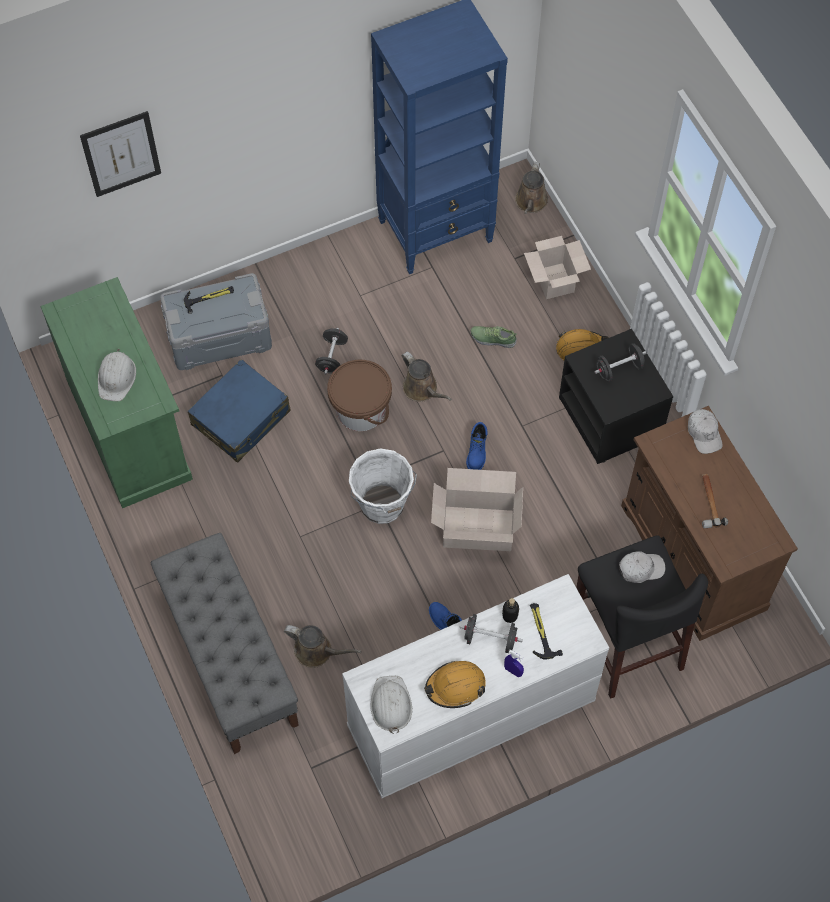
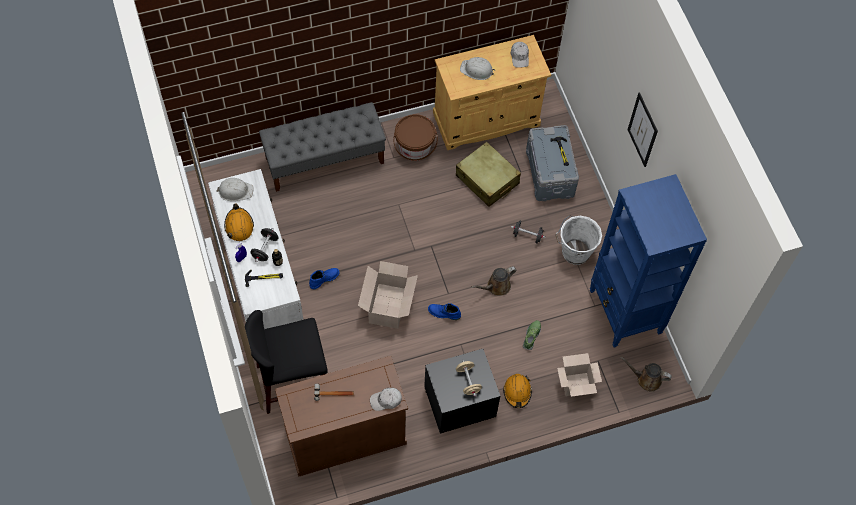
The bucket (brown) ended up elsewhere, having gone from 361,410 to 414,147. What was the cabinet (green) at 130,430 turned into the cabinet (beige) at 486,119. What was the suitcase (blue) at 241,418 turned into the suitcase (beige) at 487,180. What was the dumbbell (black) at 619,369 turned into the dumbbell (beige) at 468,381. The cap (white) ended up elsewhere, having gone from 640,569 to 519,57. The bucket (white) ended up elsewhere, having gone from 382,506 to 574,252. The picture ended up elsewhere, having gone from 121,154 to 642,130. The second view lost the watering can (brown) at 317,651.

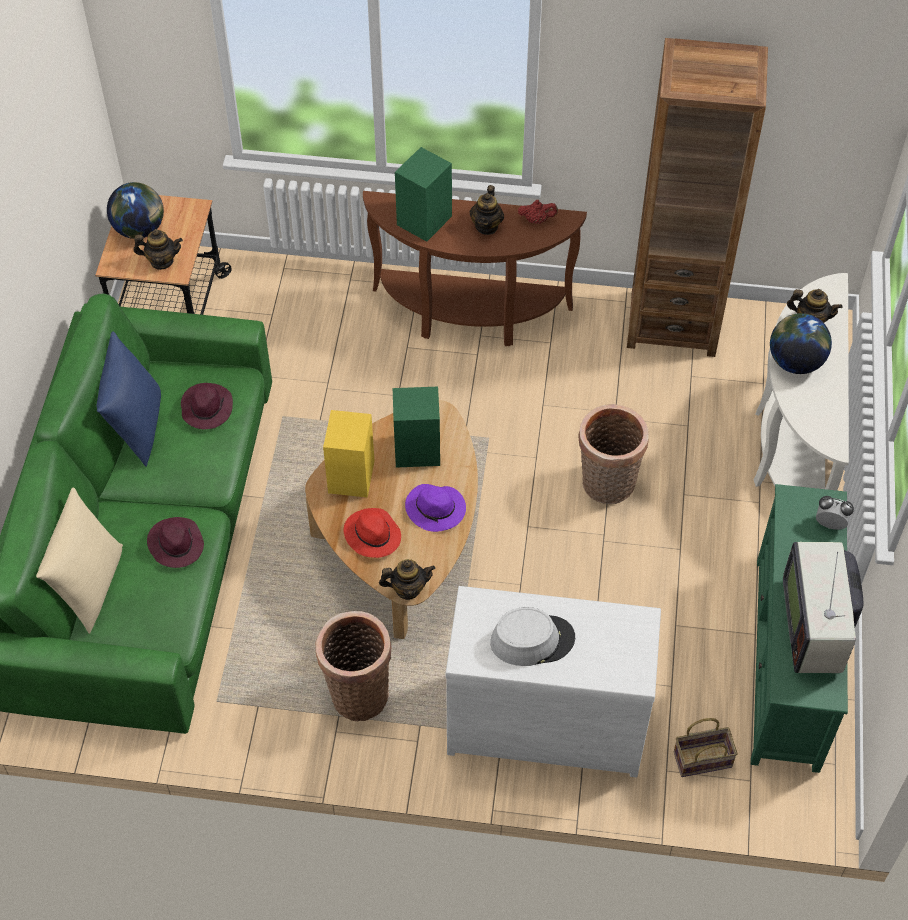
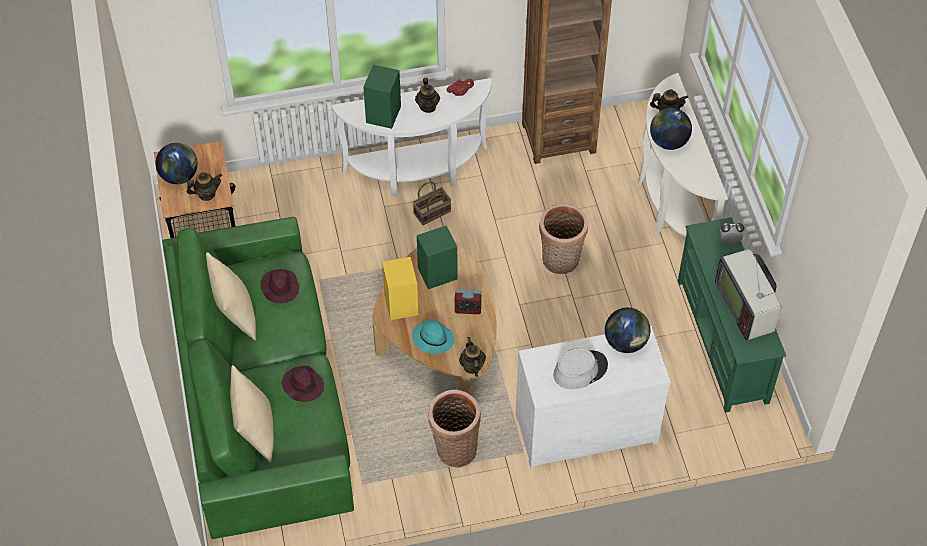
What was the pillow (blue) at 137,426 turned into the pillow (beige) at 235,315. What was the console table (brown) at 469,317 turned into the console table (white) at 418,173. What was the hat (red) at 372,535 turned into the hat (turquoise) at 432,338. The basket ended up elsewhere, having gone from 703,758 to 432,211. Where the hat (purple) stood at 436,509, the alarm clock came to stand at 468,309. The teapot at 407,589 ended up facing another way, 75 degrees counterclockwise from before. The second view gained the globe at 626,342.

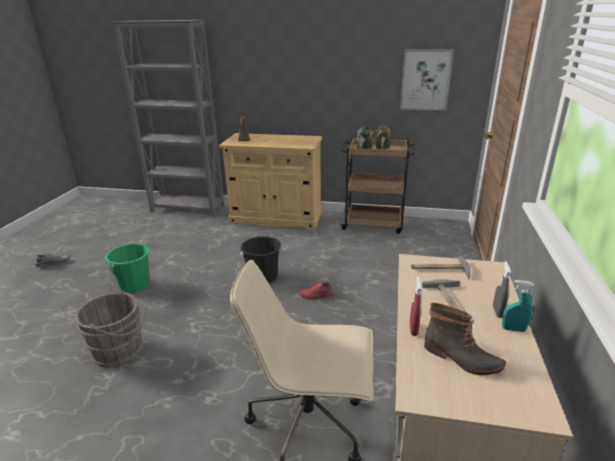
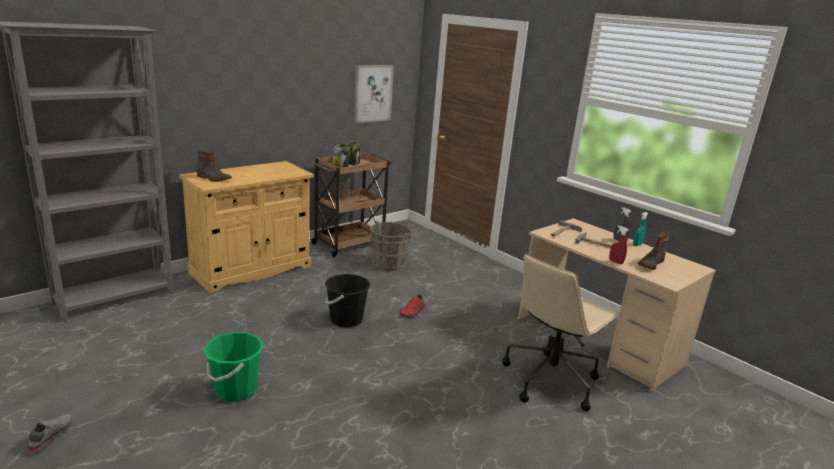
The bucket (grey) ended up elsewhere, having gone from 121,351 to 390,263. The boot at 461,359 ended up facing another way, 150 degrees clockwise from before.

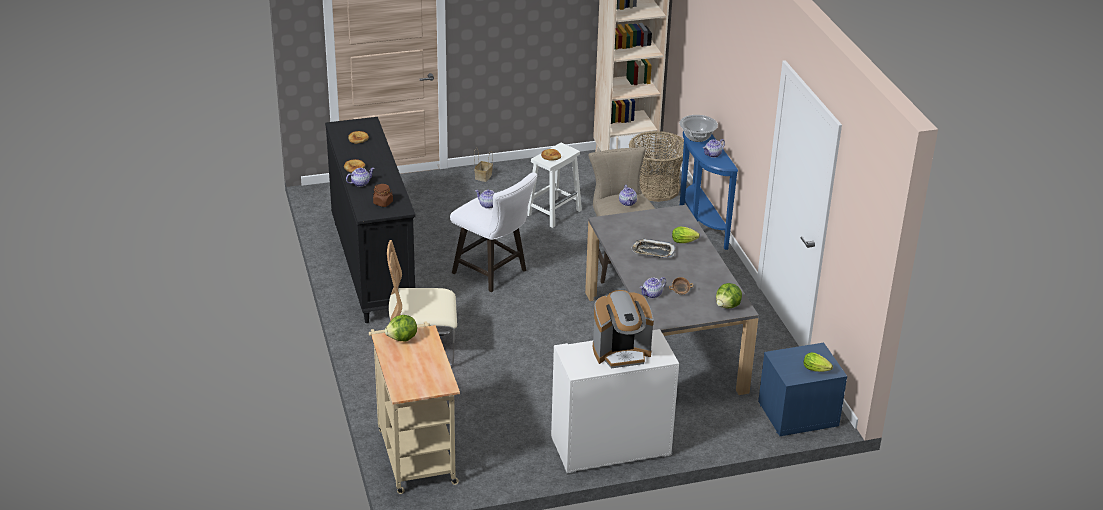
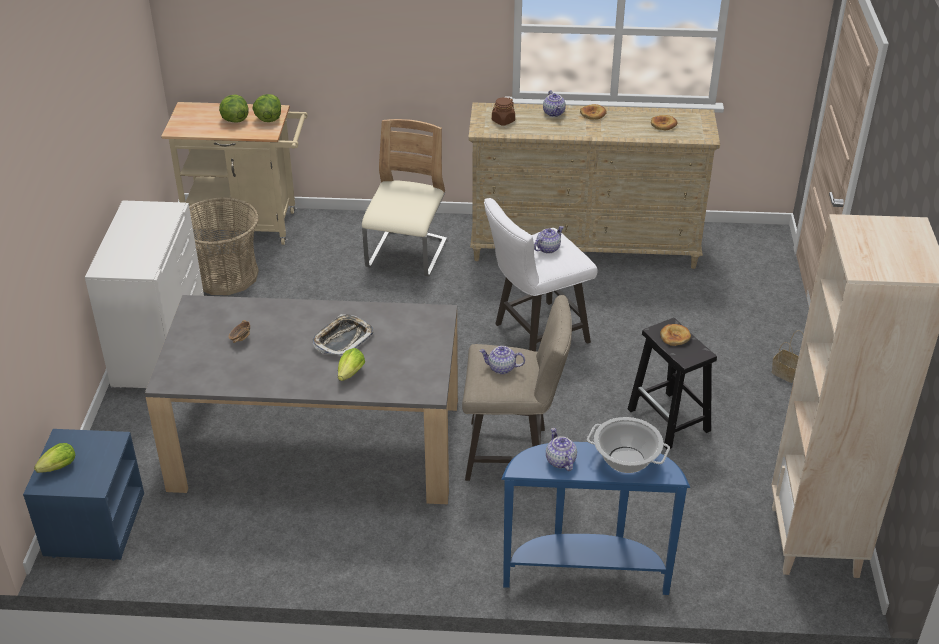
The basket ended up elsewhere, having gone from 655,188 to 225,275. The lettuce ended up elsewhere, having gone from 727,306 to 234,120. What was the dresser (black) at 372,267 turned into the dresser (beige) at 585,248. What was the stool (white) at 554,212 turned into the stool (black) at 669,421. The second view lost the coffee machine at 621,353. The second view lost the teapot at 652,294.

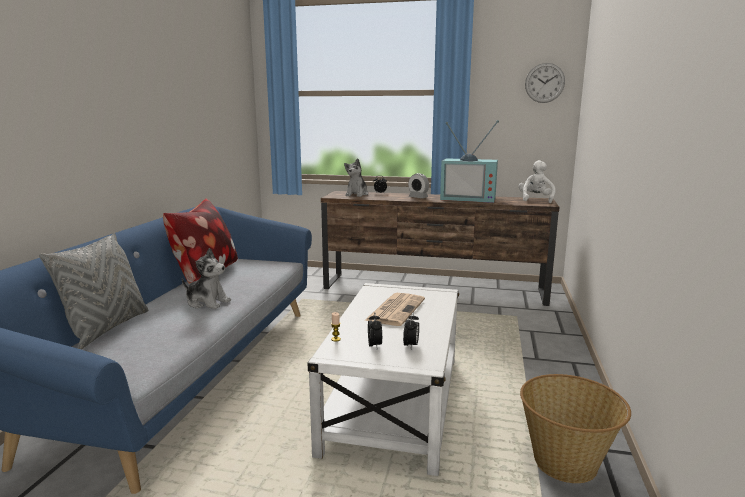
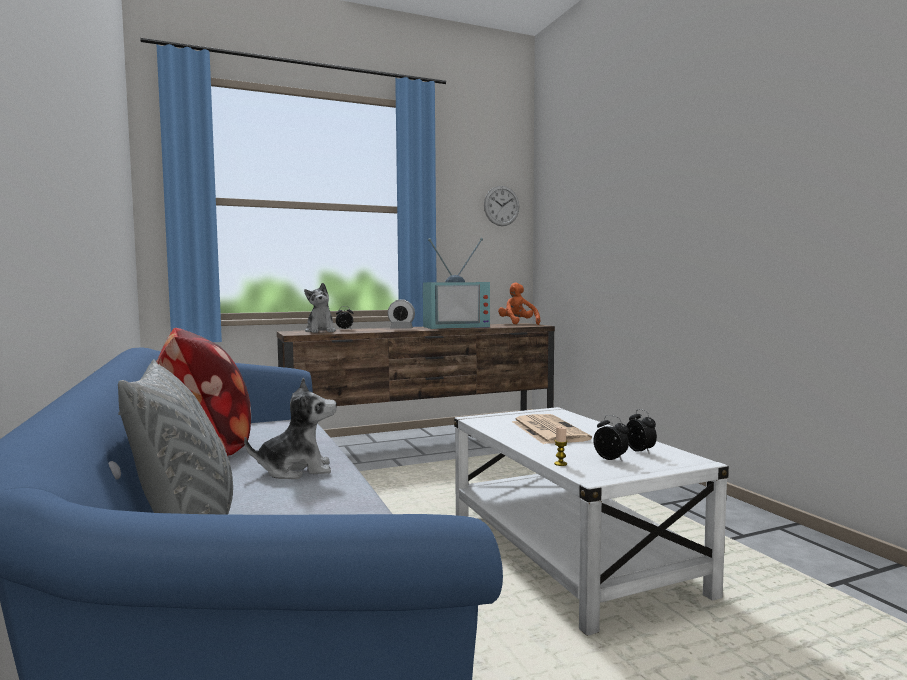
What was the plush toy (white) at 535,200 turned into the plush toy (orange) at 517,324. The second view lost the basket at 566,462.

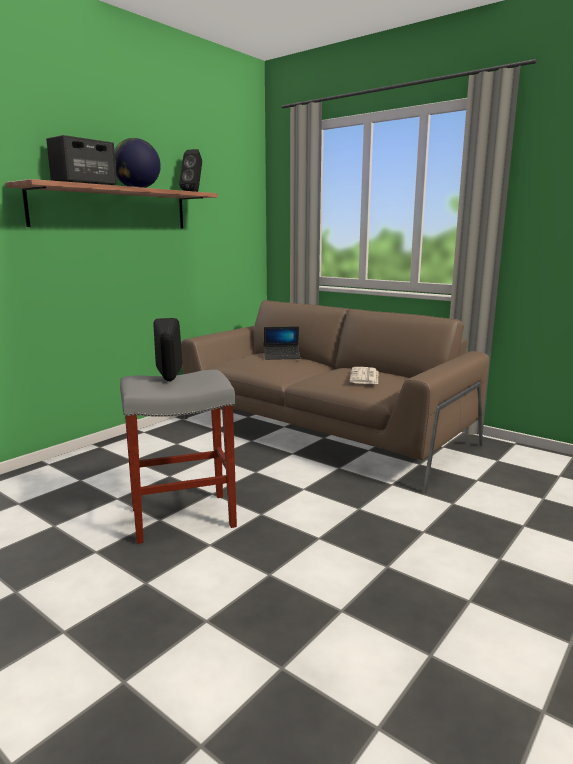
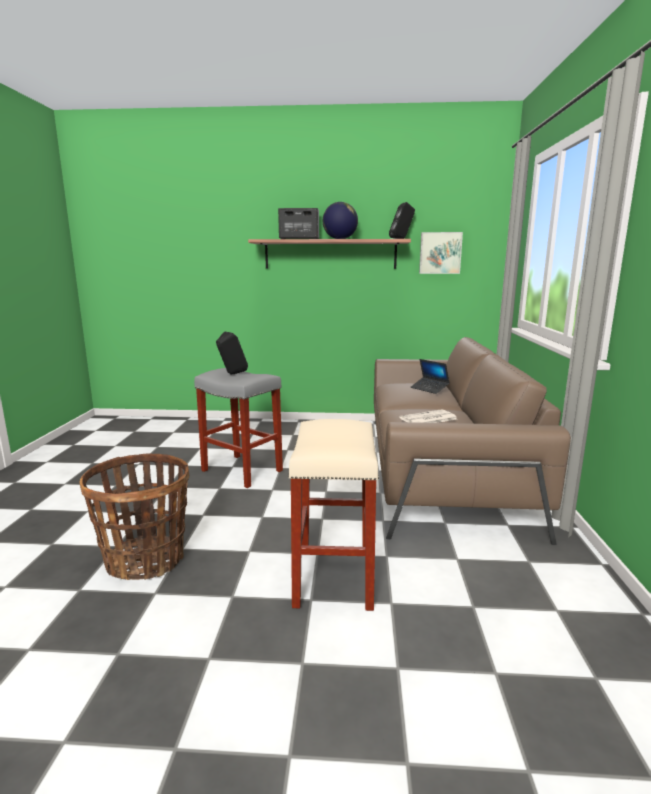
The second view gained the basket at 146,560. The second view gained the stool (beige) at 335,577. The second view gained the picture at 440,253.

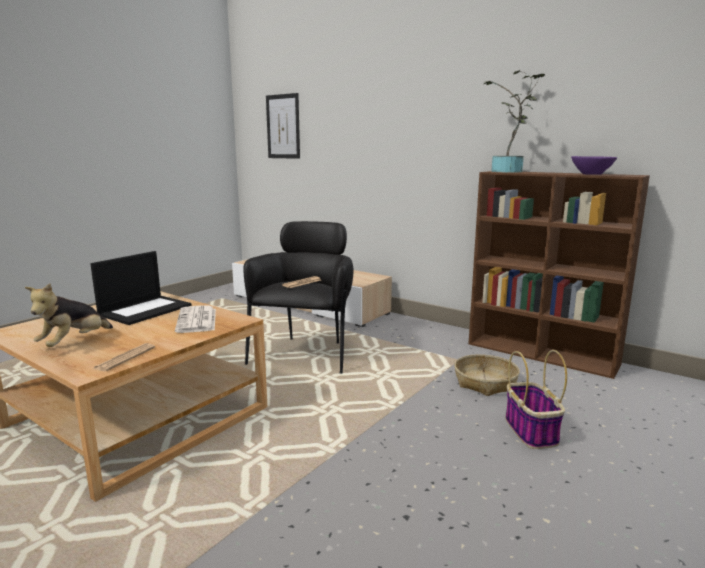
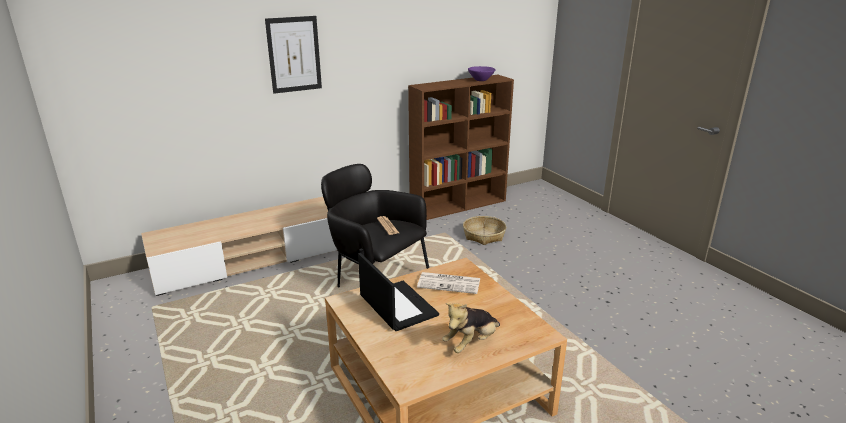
The picture ended up elsewhere, having gone from 283,126 to 294,54. The plush toy at 74,343 ended up facing another way, 90 degrees clockwise from before. The second view lost the newspaper at 125,358. The second view lost the potted plant at 508,171. The second view lost the basket at 531,431.

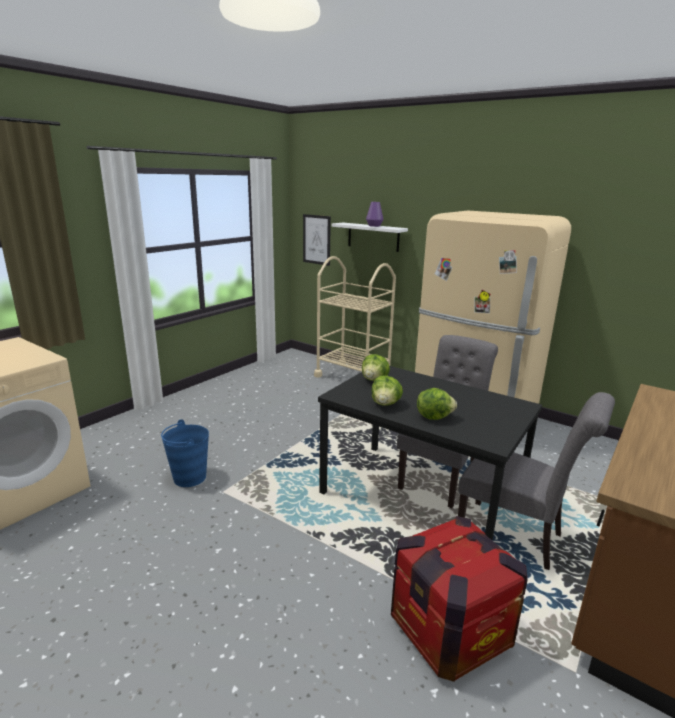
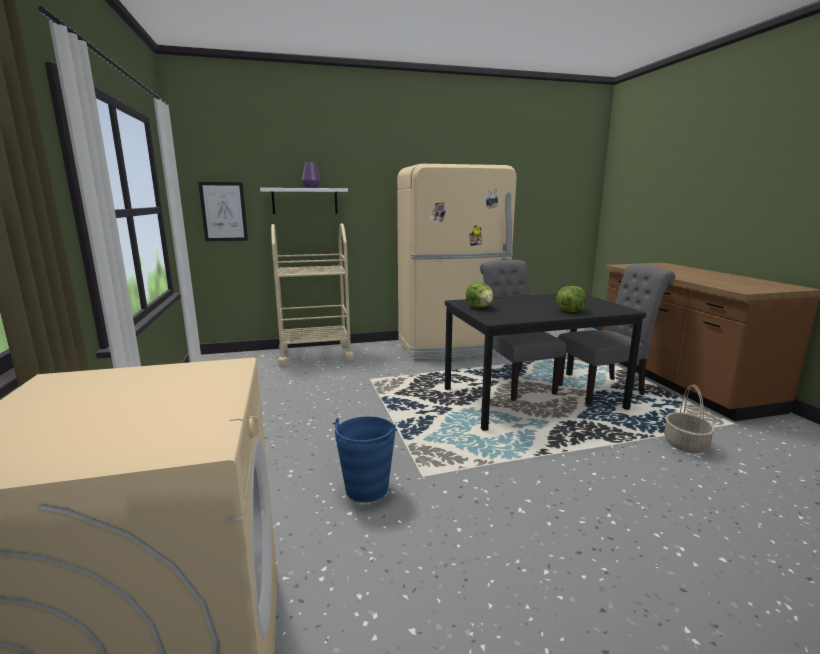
Where the crate stood at 449,631, the basket came to stand at 686,444. The second view lost the lettuce at 385,404.

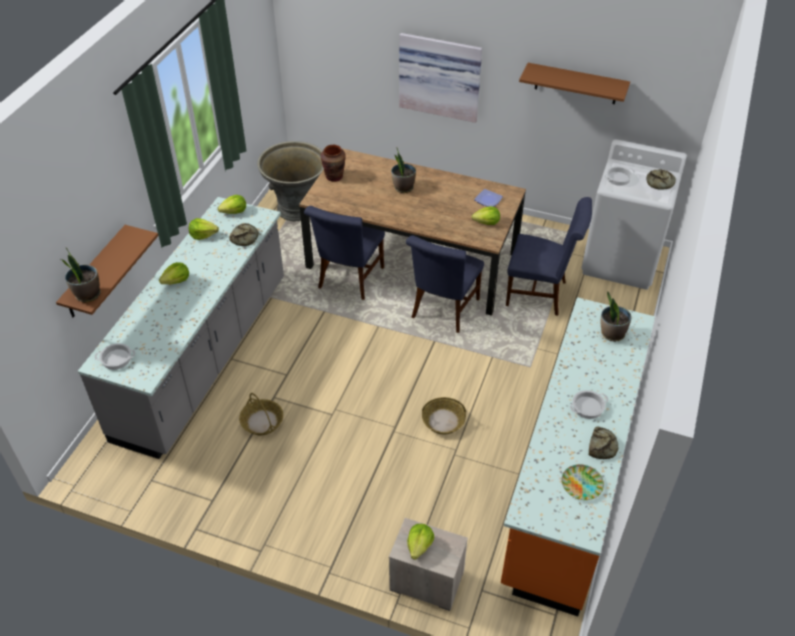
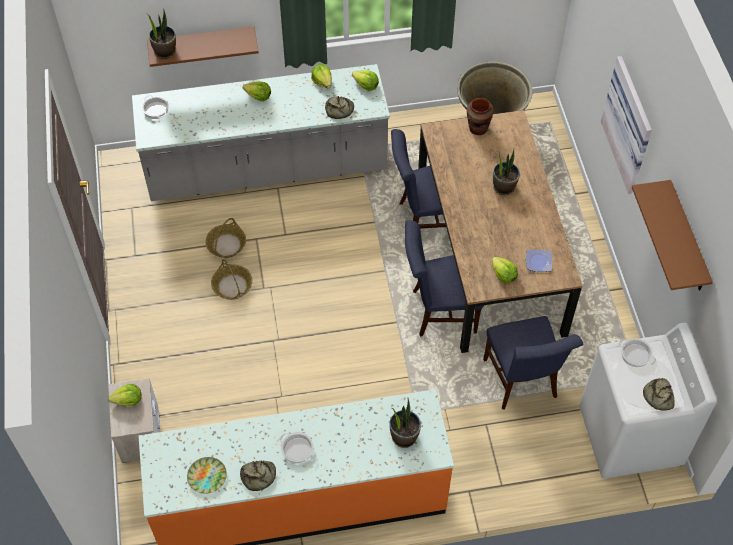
The basket ended up elsewhere, having gone from 443,421 to 232,286.

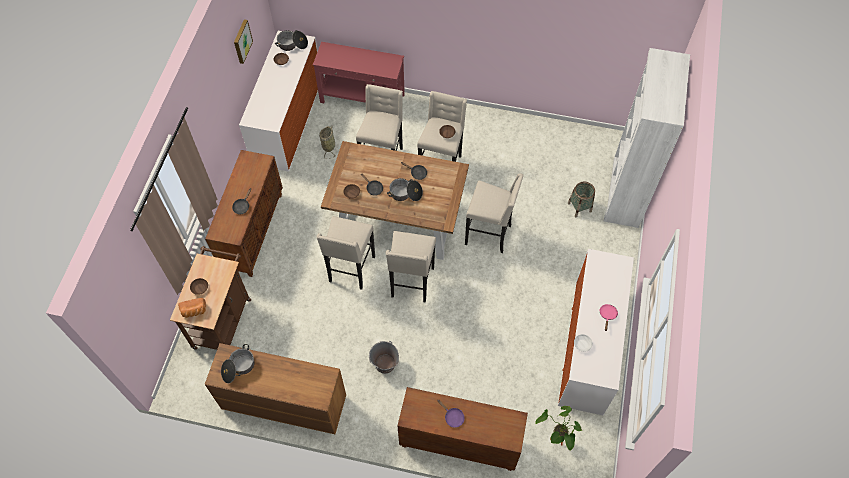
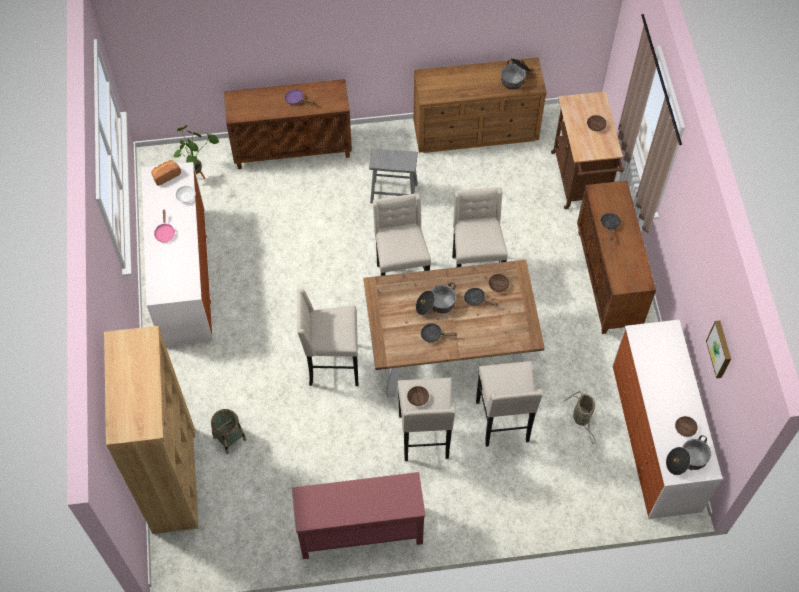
What was the bookcase (white) at 625,192 turned into the bookcase (brown) at 174,480. The bread ended up elsewhere, having gone from 194,311 to 166,175. The console table (red) ended up elsewhere, having gone from 362,99 to 359,531. Where the bucket (grey) stood at 384,364, the stool (grey) came to stand at 393,192.

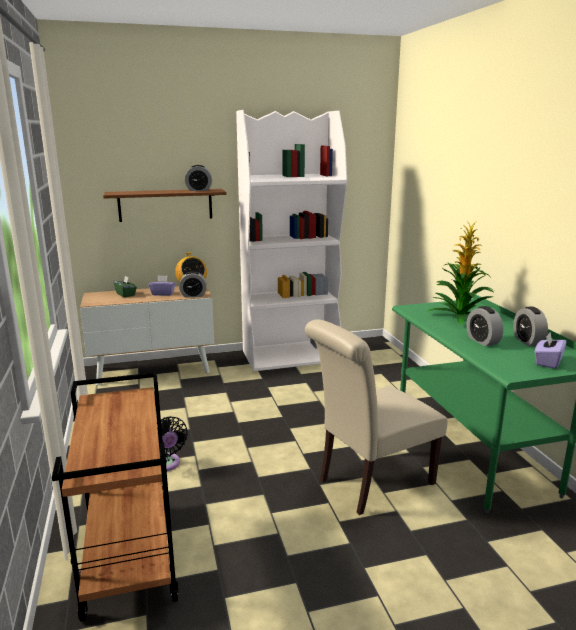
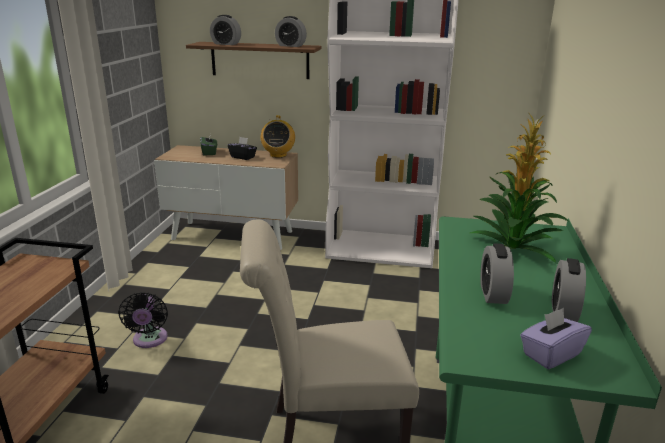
The alarm clock ended up elsewhere, having gone from 193,295 to 226,44. What was the tissue box (purple) at 163,294 turned into the tissue box (black) at 243,157.

